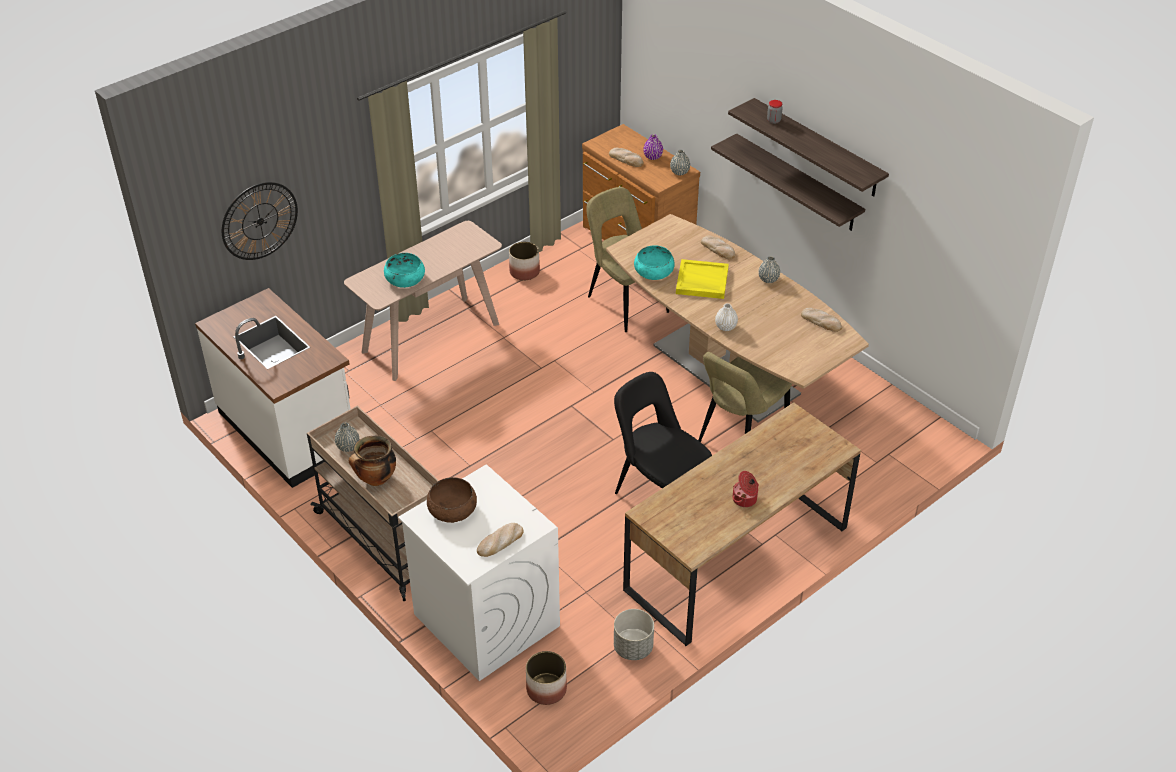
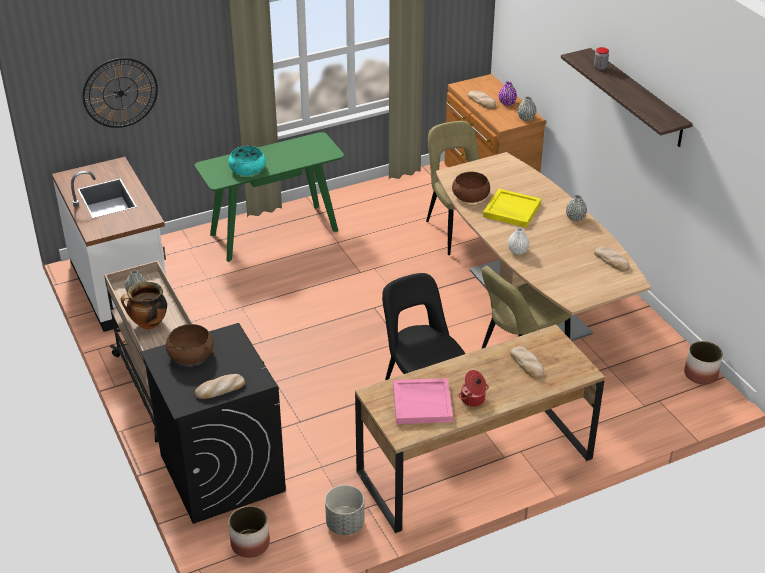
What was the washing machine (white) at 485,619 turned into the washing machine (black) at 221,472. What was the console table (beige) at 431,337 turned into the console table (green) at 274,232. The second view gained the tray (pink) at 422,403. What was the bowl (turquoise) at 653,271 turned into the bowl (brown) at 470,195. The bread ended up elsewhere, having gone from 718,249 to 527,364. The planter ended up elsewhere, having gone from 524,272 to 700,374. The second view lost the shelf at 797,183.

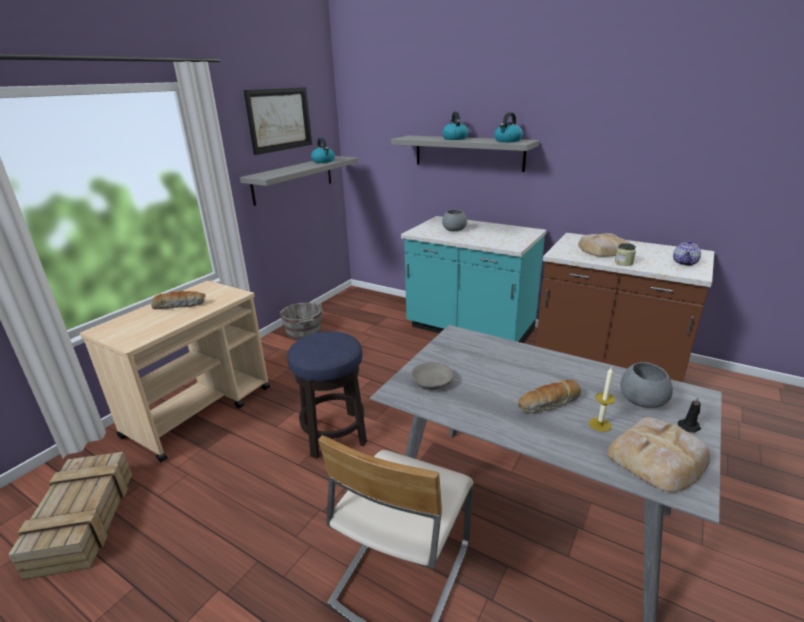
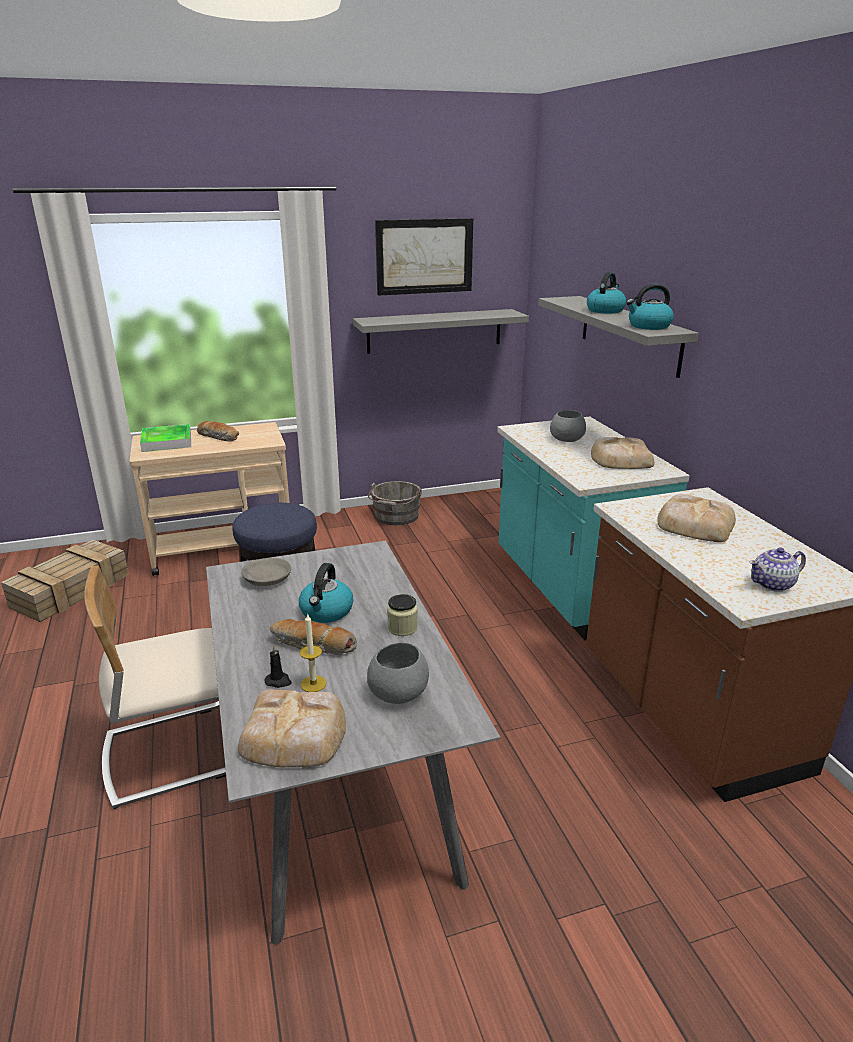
The second view gained the tray at 167,441. The candle (black) ended up elsewhere, having gone from 689,426 to 278,681. The kettle ended up elsewhere, having gone from 323,161 to 326,612. The jar ended up elsewhere, having gone from 623,263 to 402,628. The second view gained the bread at 620,459.

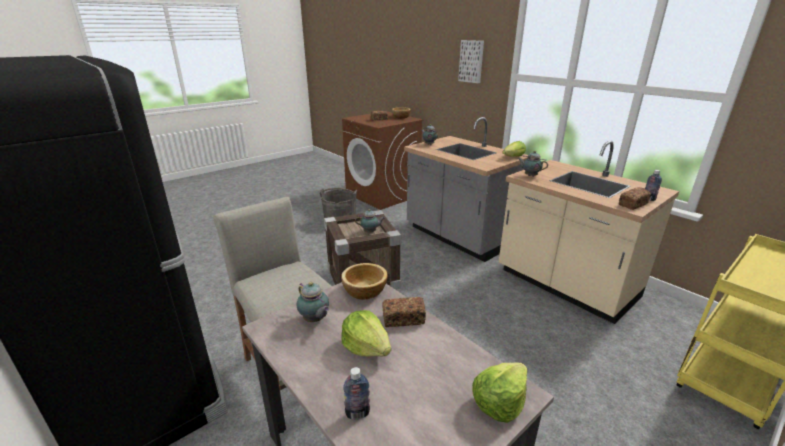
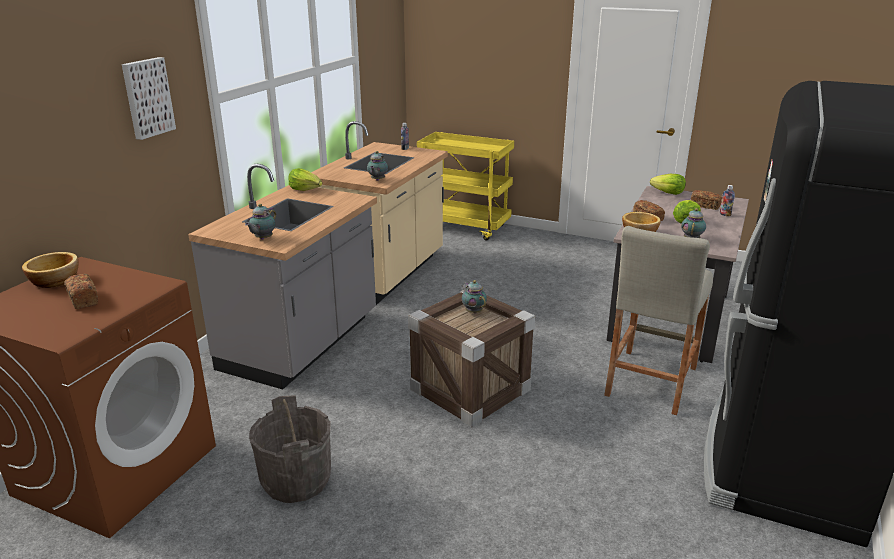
The bread ended up elsewhere, having gone from 633,204 to 705,206.

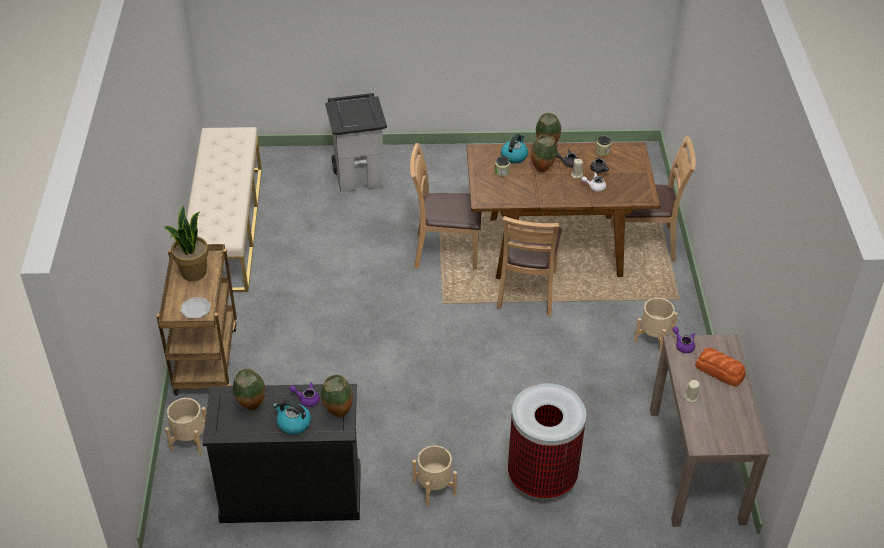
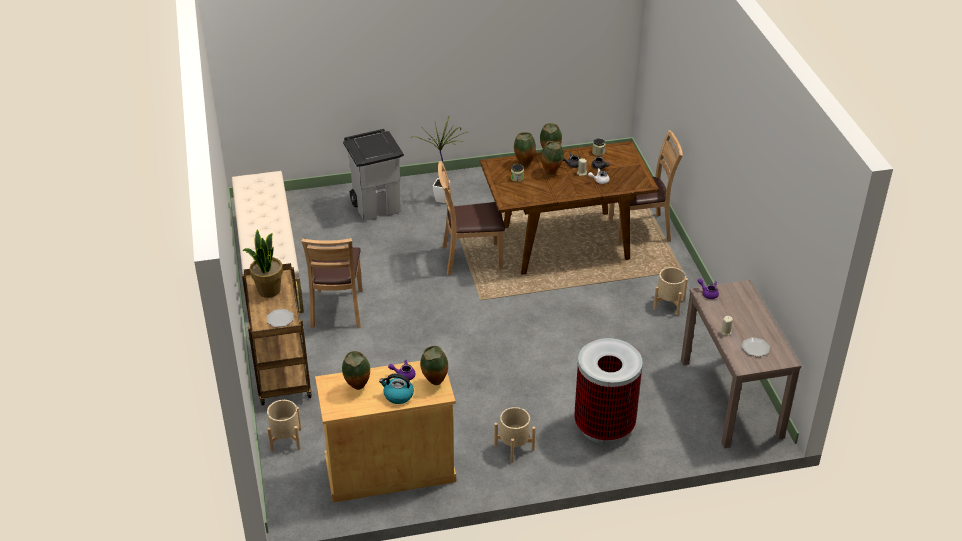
The chair (brown) ended up elsewhere, having gone from 527,291 to 337,309. What was the cabinet (black) at 291,493 turned into the cabinet (beige) at 390,469. The second view gained the potted plant at 444,198. Where the kettle stood at 514,156, the vase came to stand at 524,164. The second view gained the plate at 755,348. The second view lost the bread at 720,371.

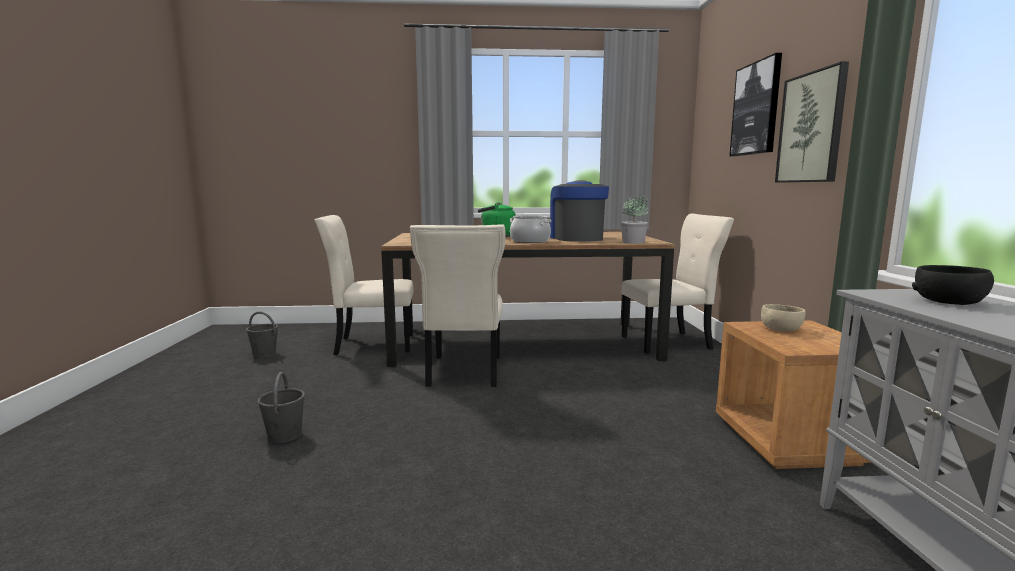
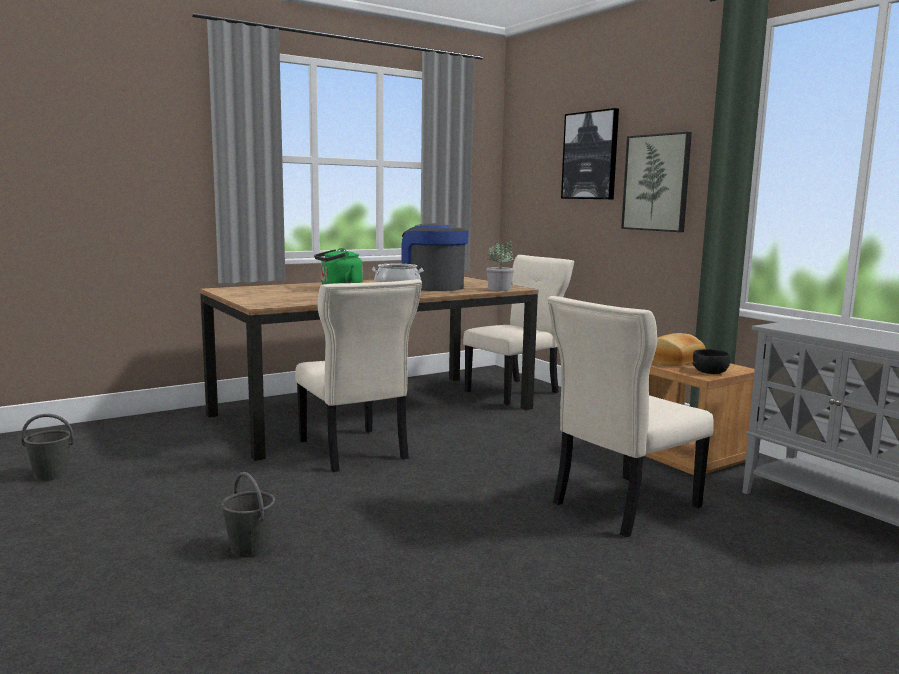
The chair (beige) ended up elsewhere, having gone from 371,345 to 621,506. Where the bowl (beige) stood at 781,329, the bread came to stand at 675,362. The bowl (black) ended up elsewhere, having gone from 948,301 to 710,372.

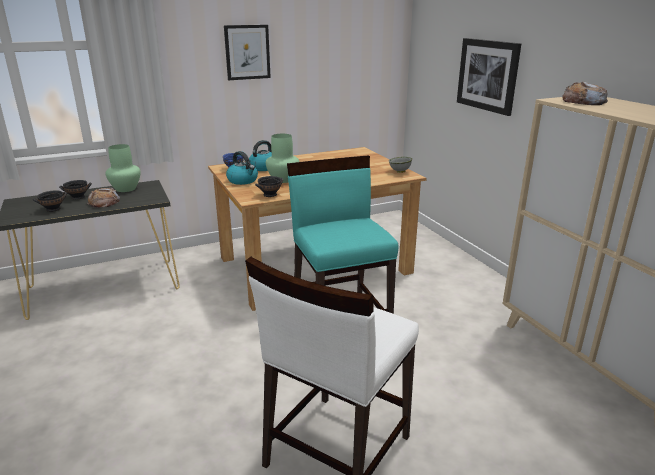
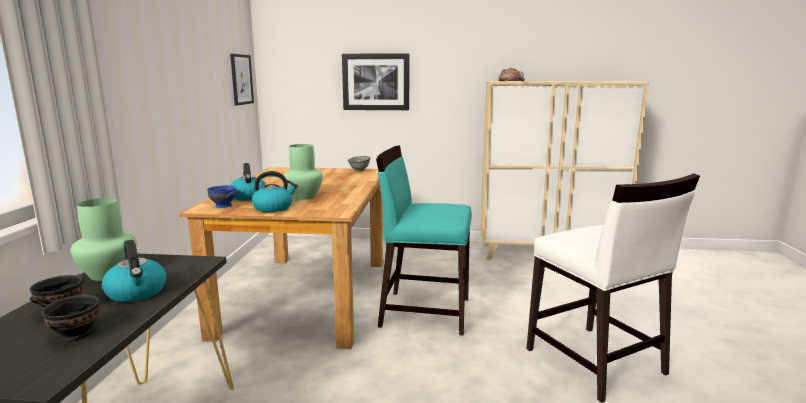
Where the bread stood at 104,202, the kettle came to stand at 137,292. The picture ended up elsewhere, having gone from 247,52 to 241,79. The second view lost the bowl (black) at 269,195.

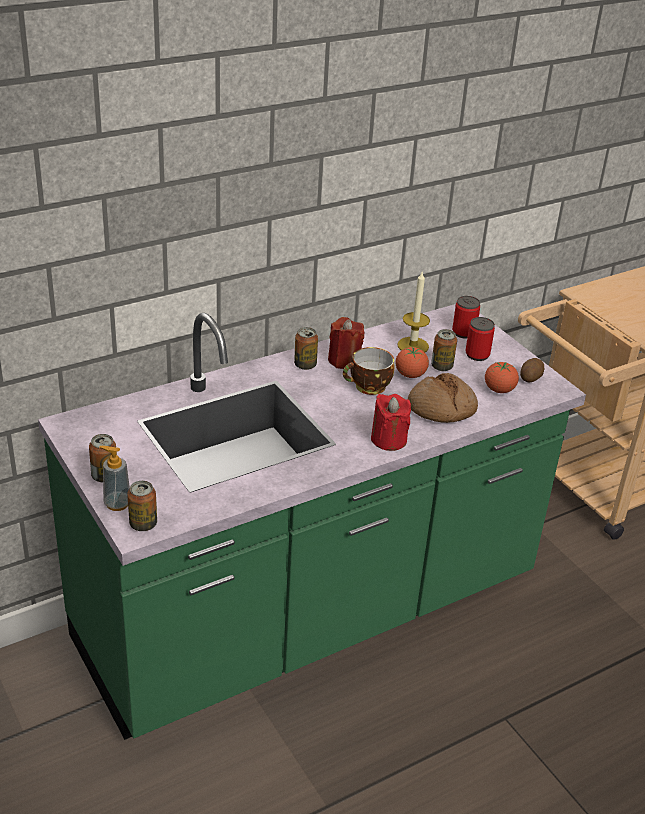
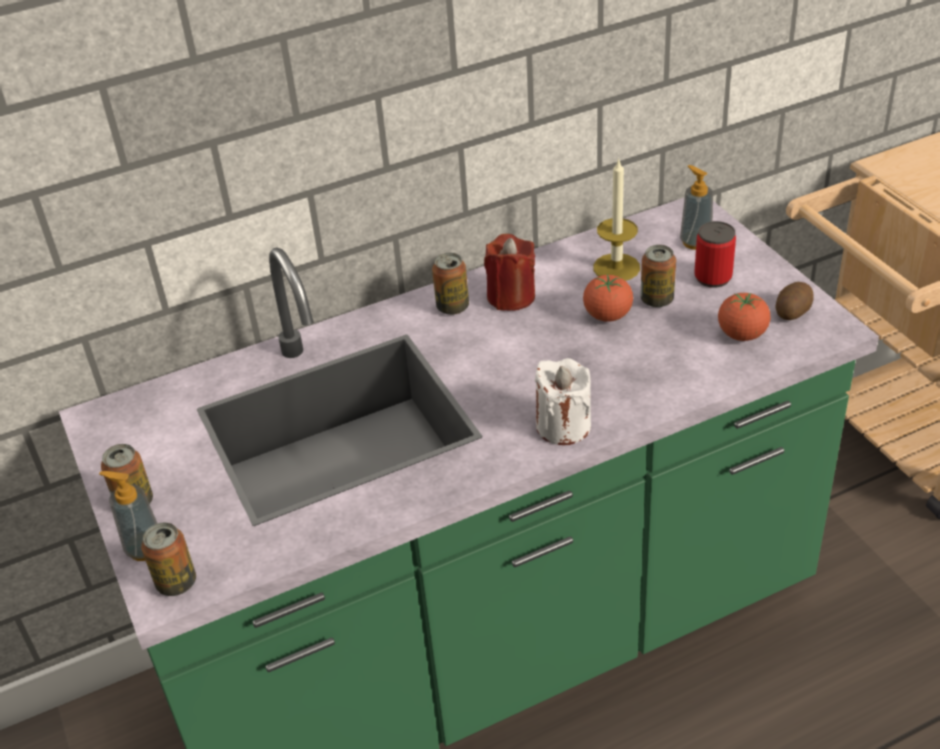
What was the candle (red) at 388,439 turned into the candle (white) at 563,426. Where the can stood at 463,332, the soap dispenser came to stand at 695,242. The second view lost the cup at 368,387. The second view lost the bread at 441,408.

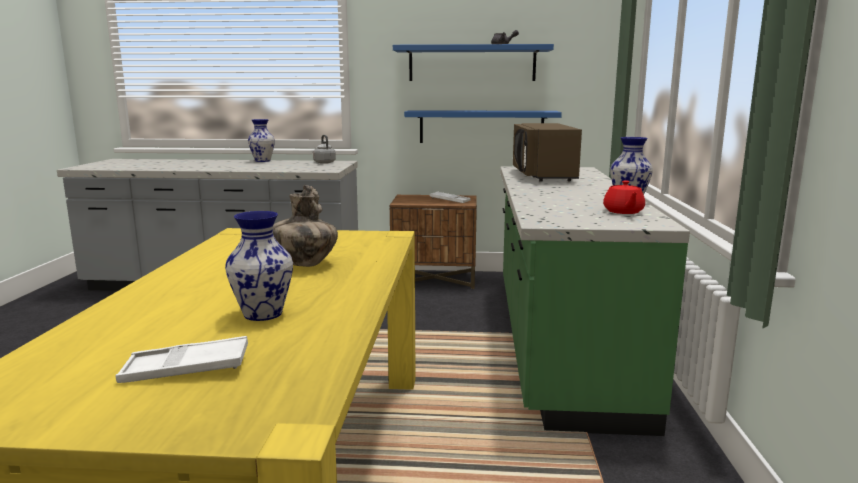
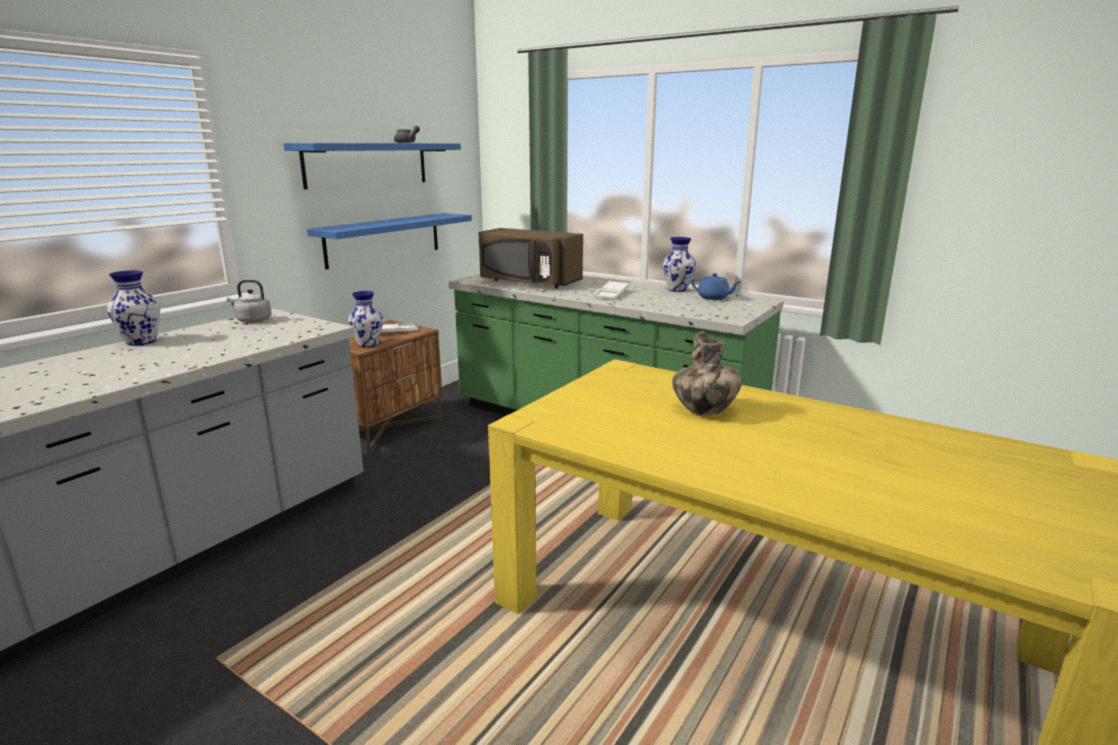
The vase ended up elsewhere, having gone from 264,314 to 368,344. The tray (white) ended up elsewhere, having gone from 186,369 to 611,294. What was the teapot (red) at 623,212 turned into the teapot (blue) at 713,298.

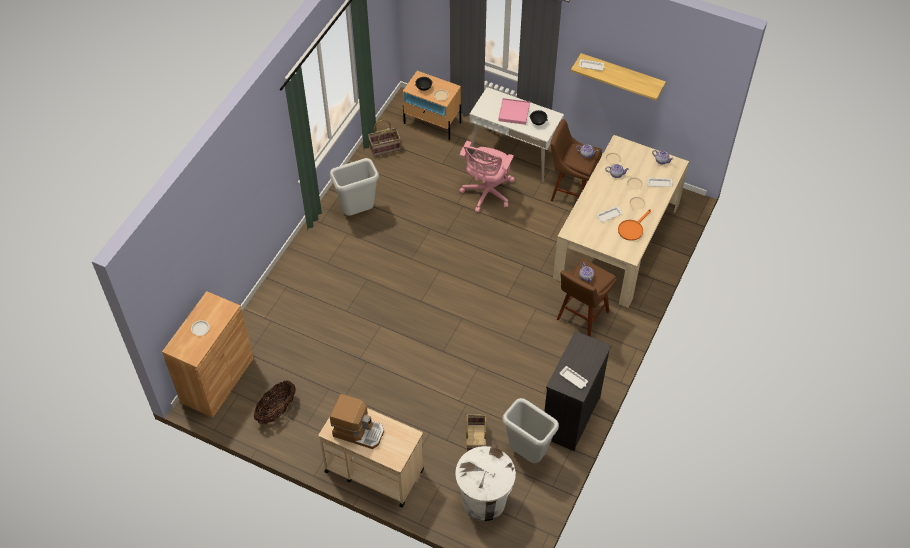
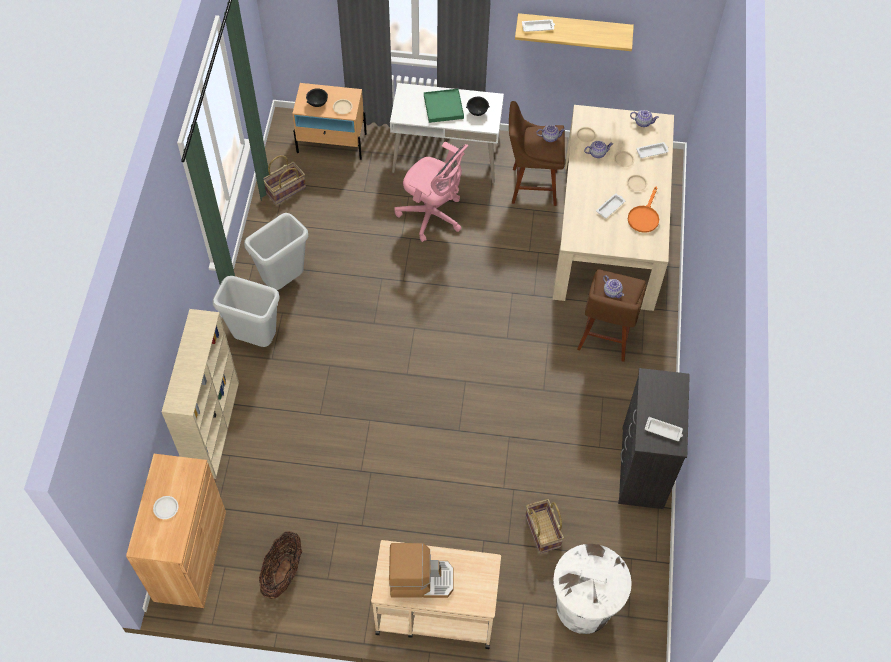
The second view gained the bookcase (beige) at 213,426. The trash can (grey) ended up elsewhere, having gone from 527,453 to 256,339. The office chair (pink) at 486,194 ended up facing another way, 60 degrees counterclockwise from before. What was the tray (pink) at 514,112 turned into the tray (green) at 443,107.

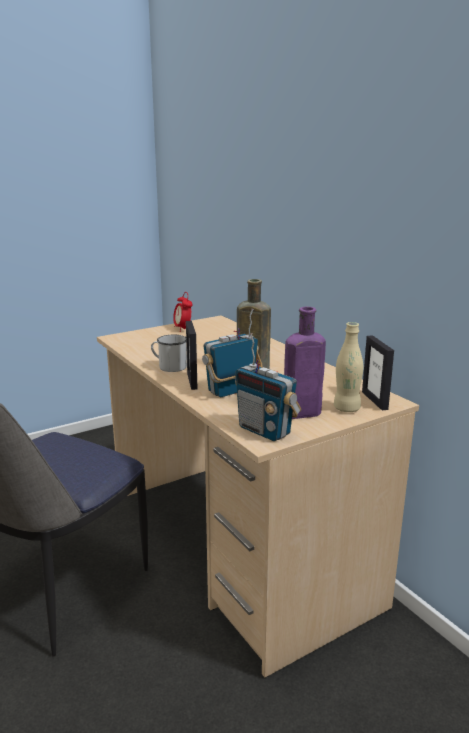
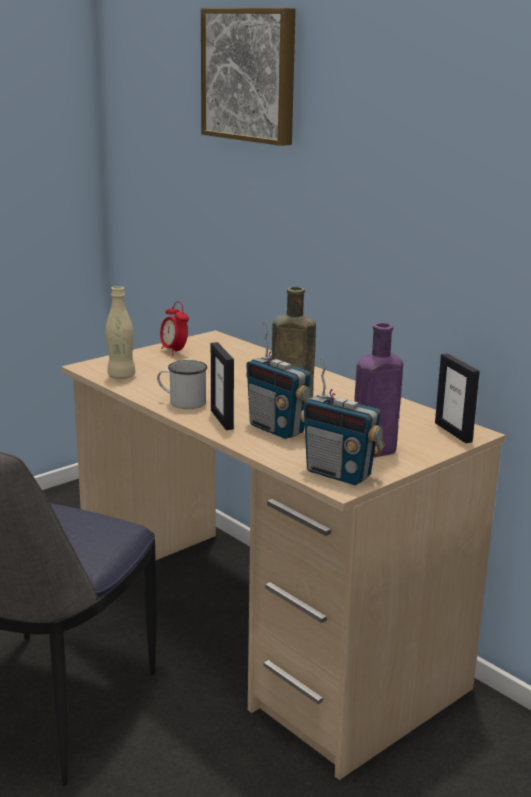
The bottle (beige) ended up elsewhere, having gone from 346,408 to 121,376. The second view gained the picture at 251,75. The radio at 231,391 ended up facing another way, 90 degrees counterclockwise from before.

